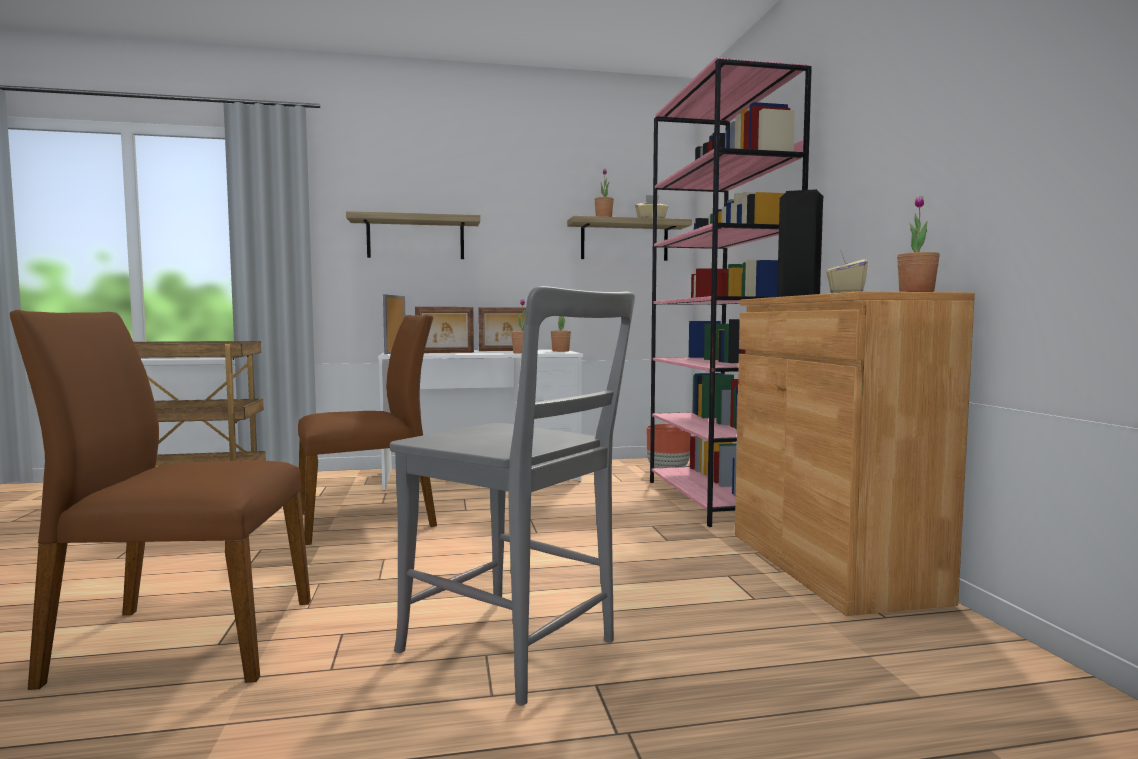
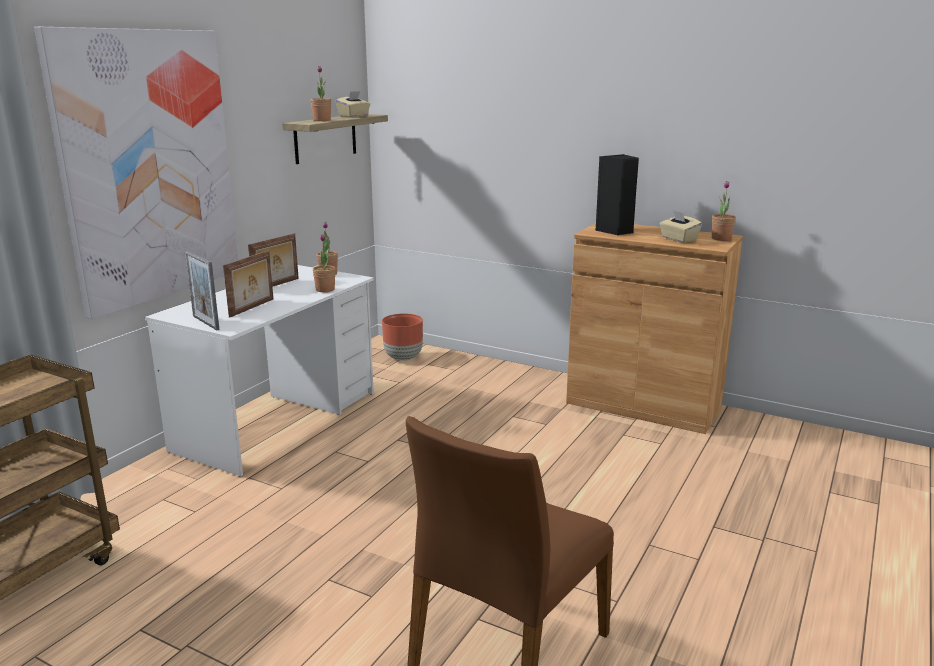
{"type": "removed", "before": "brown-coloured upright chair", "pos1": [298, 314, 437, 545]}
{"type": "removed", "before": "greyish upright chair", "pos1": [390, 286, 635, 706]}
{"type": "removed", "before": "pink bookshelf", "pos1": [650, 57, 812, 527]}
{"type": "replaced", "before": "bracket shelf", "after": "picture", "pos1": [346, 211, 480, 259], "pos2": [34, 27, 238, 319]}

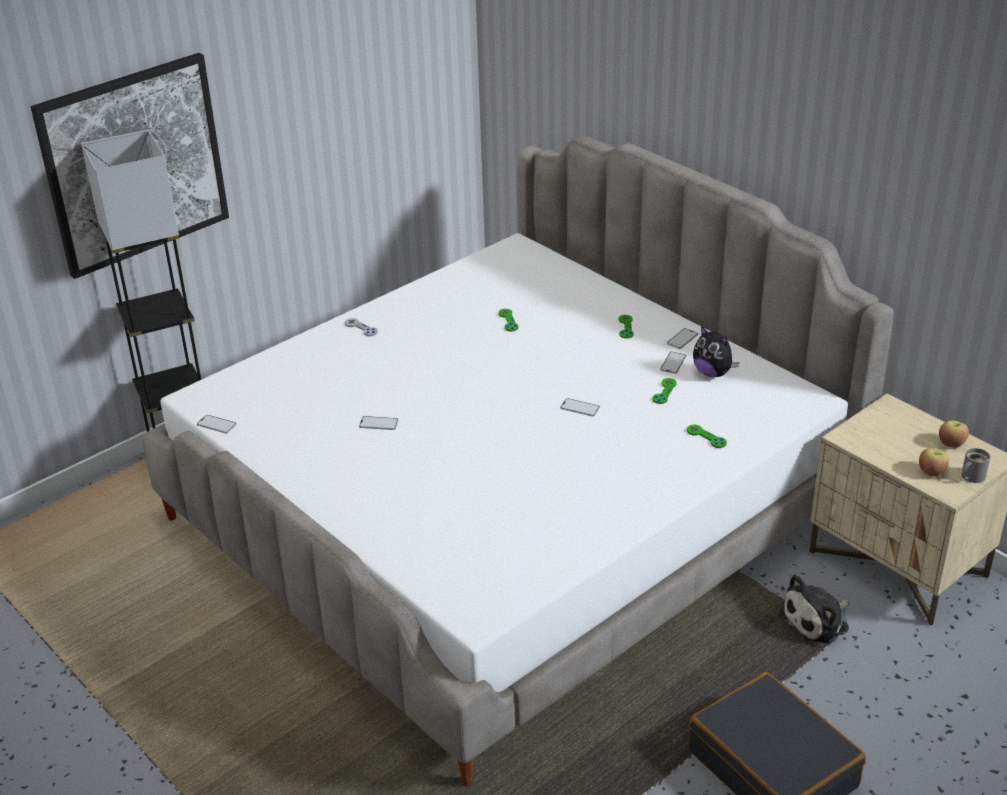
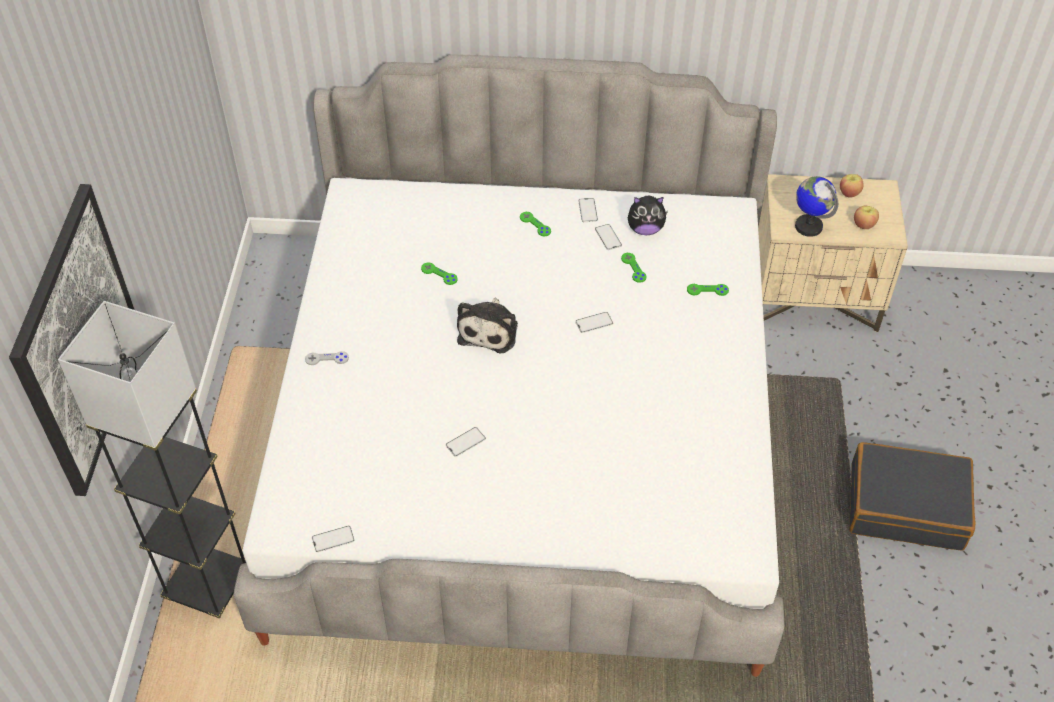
{"type": "removed", "before": "greyish tea mug", "pos1": [962, 448, 990, 483]}
{"type": "added", "after": "desk globe", "pos2": [795, 176, 838, 237]}
{"type": "moved", "before": "soft toy", "pos1": [779, 574, 849, 646], "pos2": [457, 298, 518, 353]}

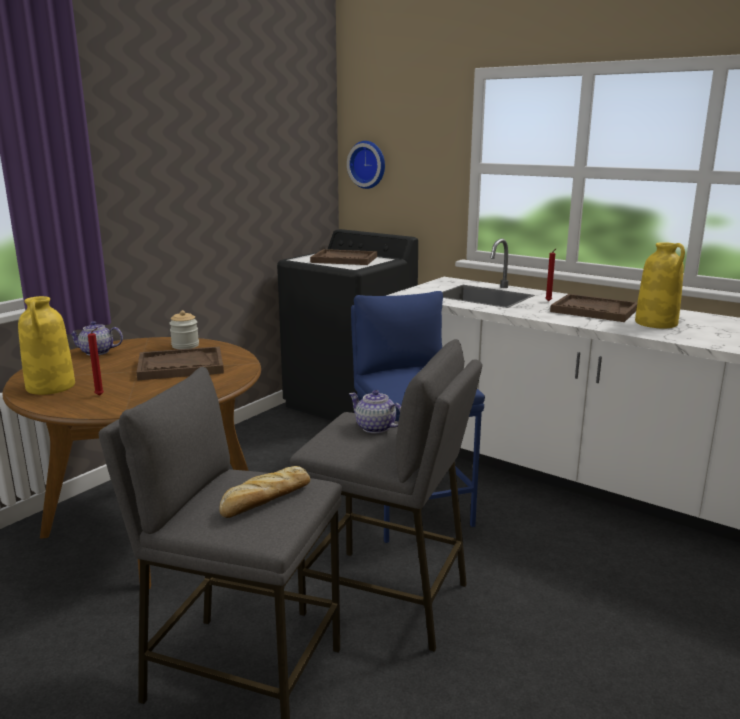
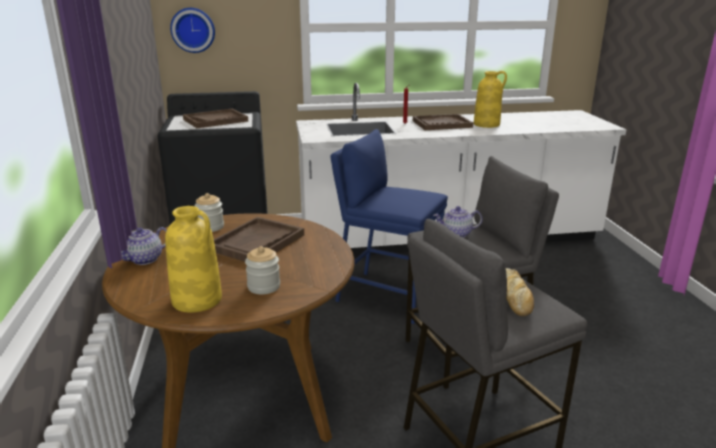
{"type": "replaced", "before": "red-coloured wax candle", "after": "jar", "pos1": [88, 327, 104, 396], "pos2": [245, 246, 280, 294]}

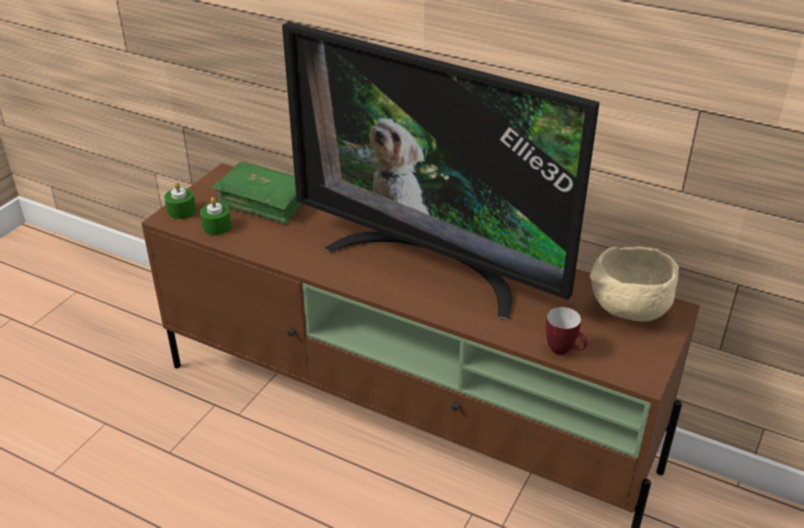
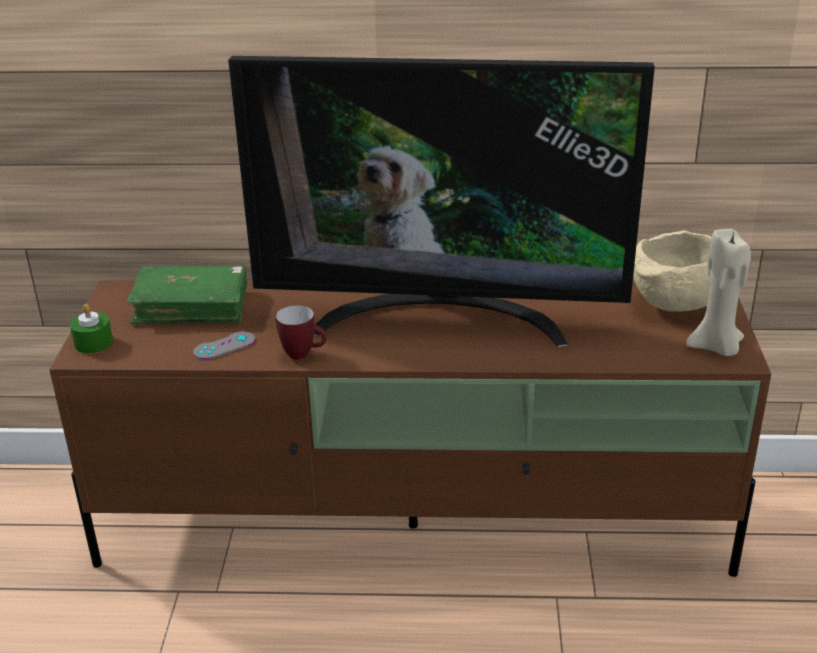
{"type": "removed", "before": "green wax candle", "pos1": [200, 197, 232, 235]}
{"type": "added", "after": "greyish joypad", "pos2": [193, 331, 255, 360]}
{"type": "added", "after": "beige wax candle", "pos2": [686, 229, 751, 356]}
{"type": "moved", "before": "tea mug", "pos1": [546, 307, 587, 355], "pos2": [276, 305, 327, 360]}

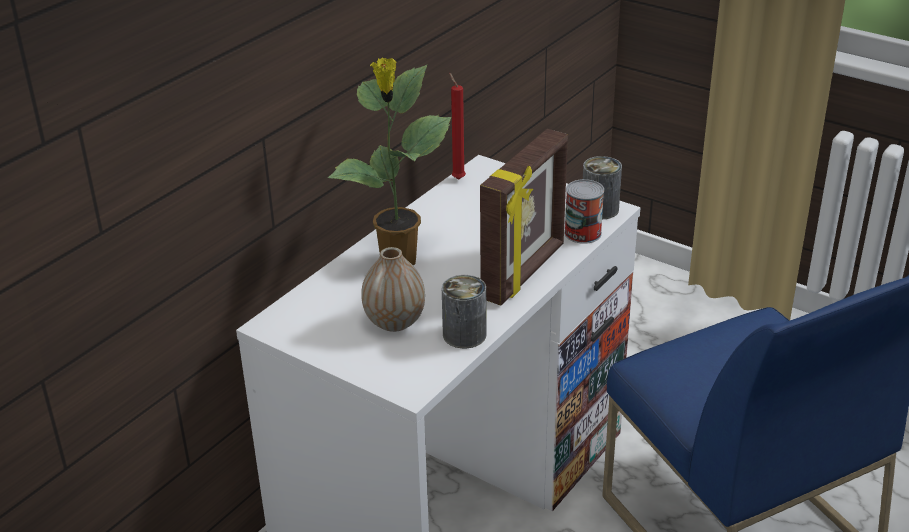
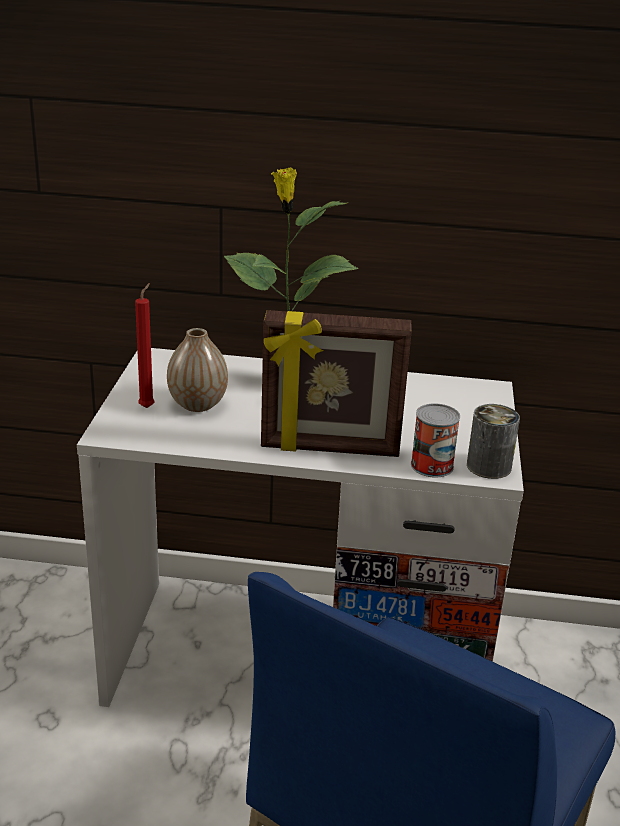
{"type": "removed", "before": "can", "pos1": [442, 275, 486, 348]}
{"type": "moved", "before": "red-coloured wax candle", "pos1": [449, 73, 466, 179], "pos2": [135, 283, 154, 408]}

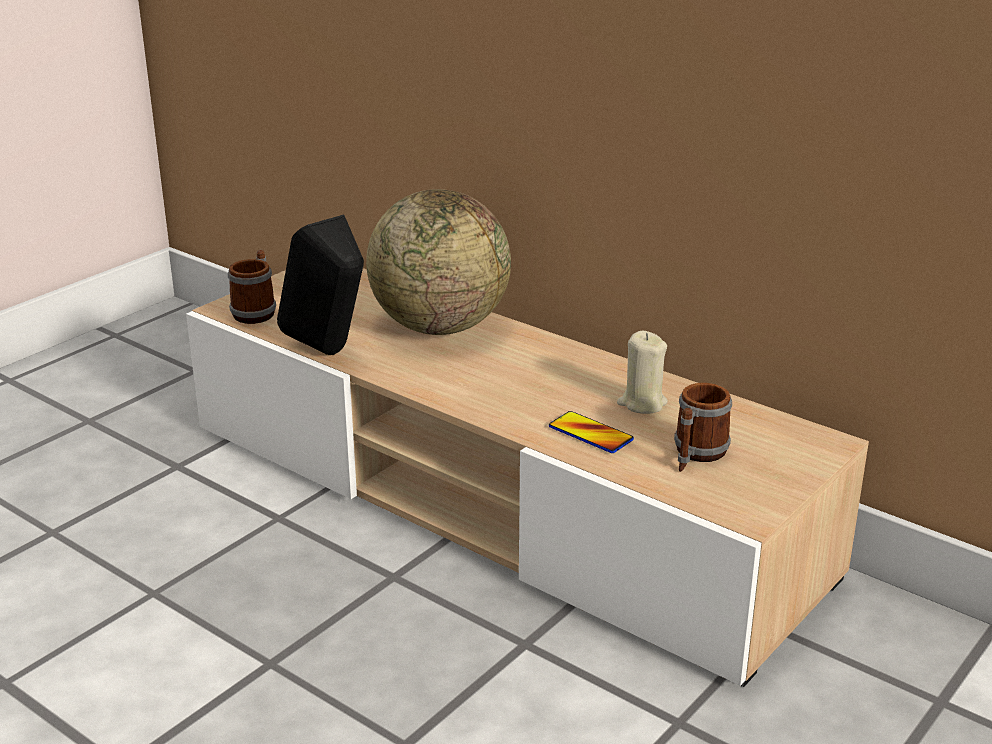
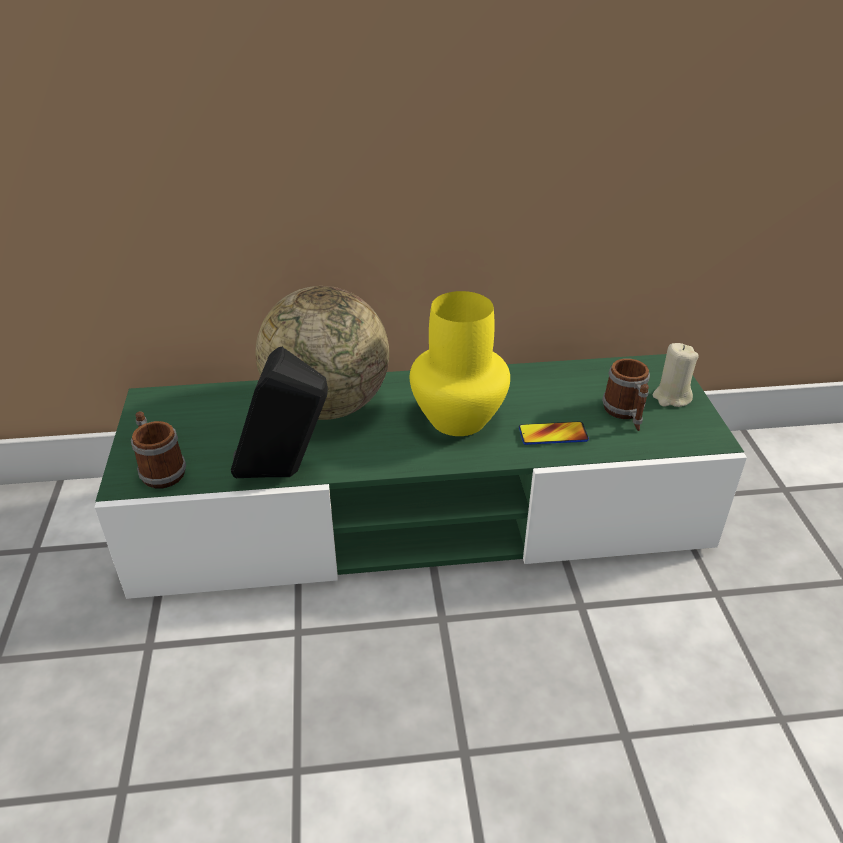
{"type": "added", "after": "yellowish flower vase", "pos2": [410, 291, 510, 436]}
{"type": "moved", "before": "beige wax candle", "pos1": [617, 331, 668, 414], "pos2": [653, 343, 699, 407]}
{"type": "recoloured", "before": "beige tv unit", "after": "green tv unit", "pos1": [186, 268, 869, 687], "pos2": [94, 354, 747, 599]}

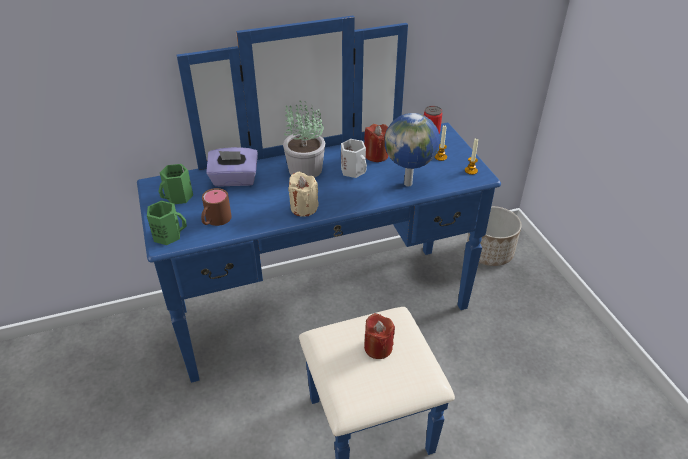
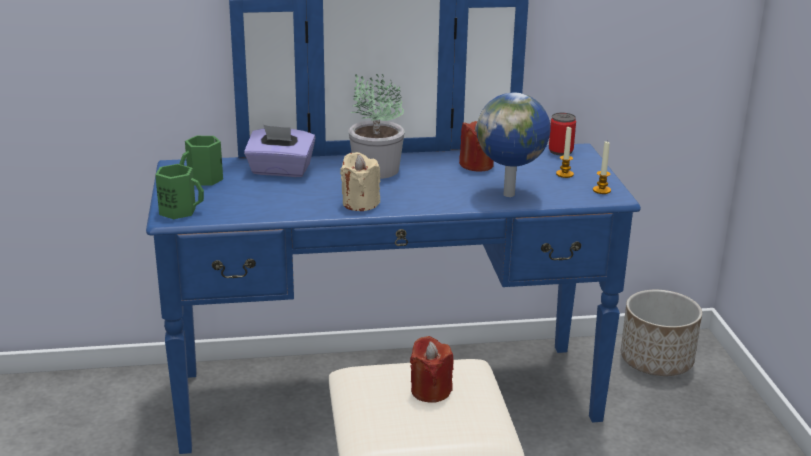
{"type": "removed", "before": "brown-coloured tea mug", "pos1": [201, 188, 232, 226]}
{"type": "removed", "before": "white tea mug", "pos1": [341, 139, 367, 178]}

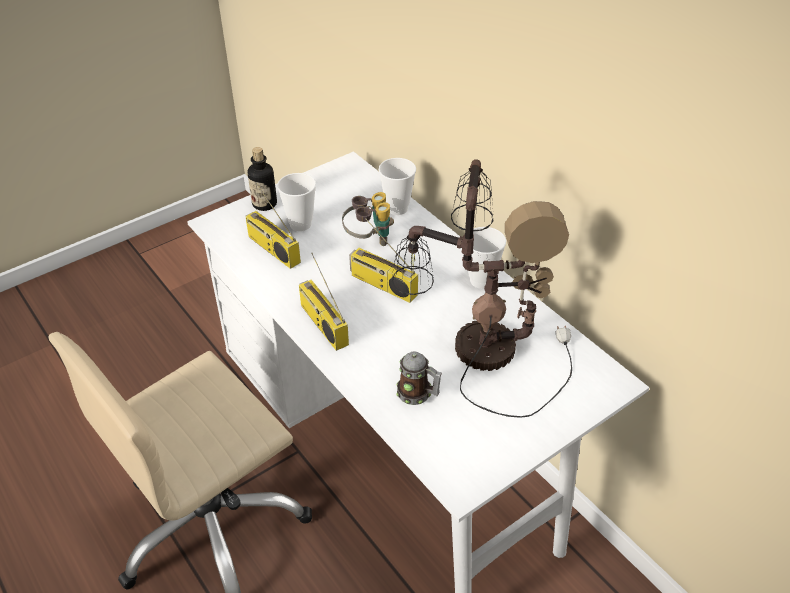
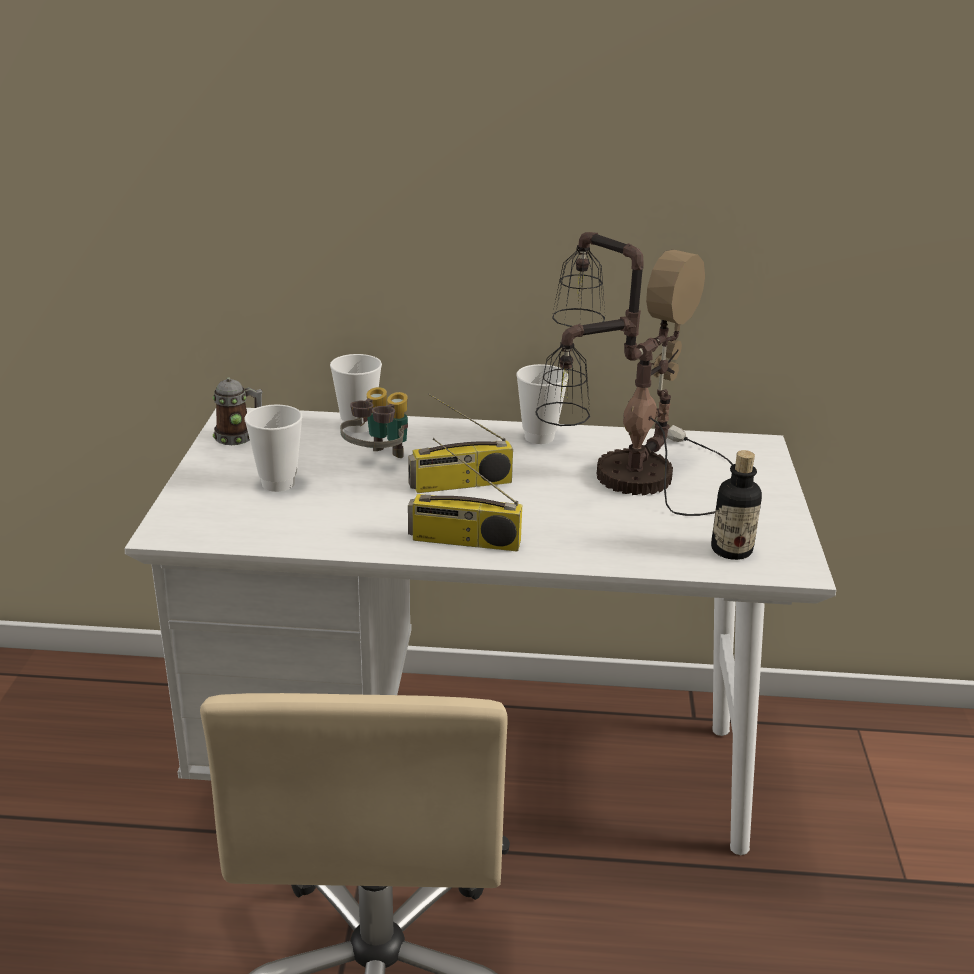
{"type": "removed", "before": "radio receiver", "pos1": [245, 182, 301, 269]}
{"type": "moved", "before": "drink bottle", "pos1": [248, 147, 277, 211], "pos2": [711, 450, 762, 560]}
{"type": "moved", "before": "tea mug", "pos1": [396, 351, 442, 405], "pos2": [213, 377, 263, 445]}

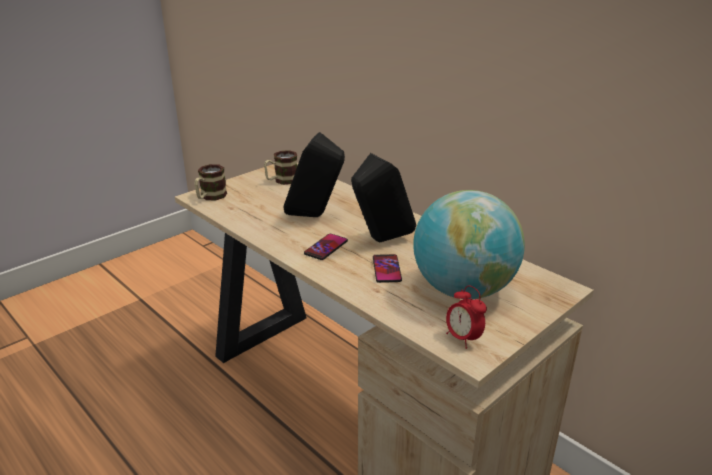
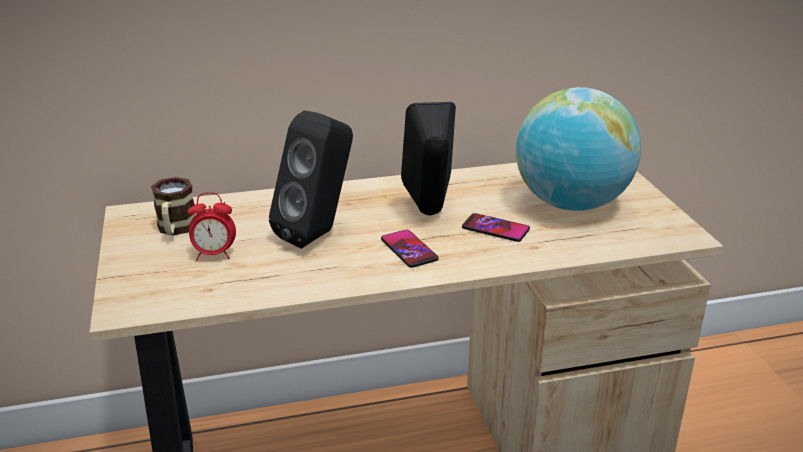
{"type": "removed", "before": "tea mug", "pos1": [194, 164, 227, 201]}
{"type": "moved", "before": "alarm clock", "pos1": [446, 285, 487, 349], "pos2": [188, 192, 236, 260]}

